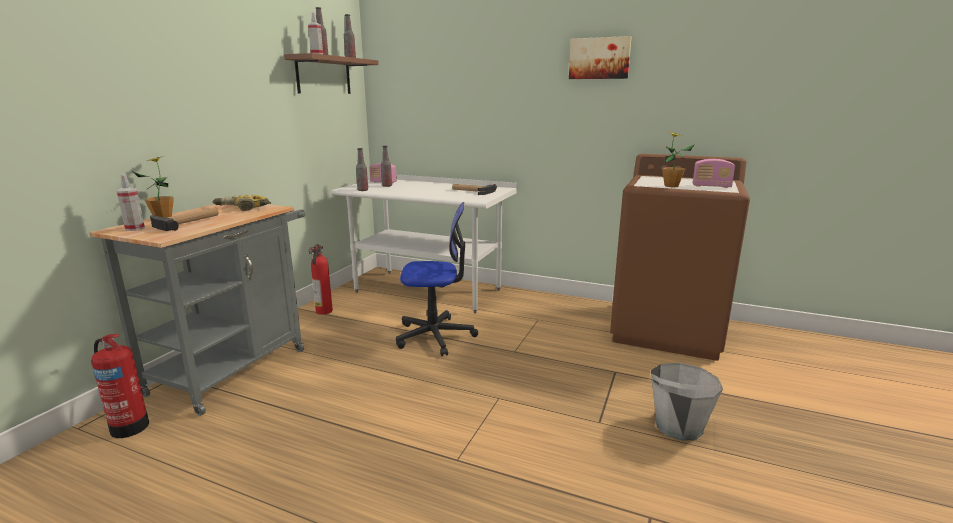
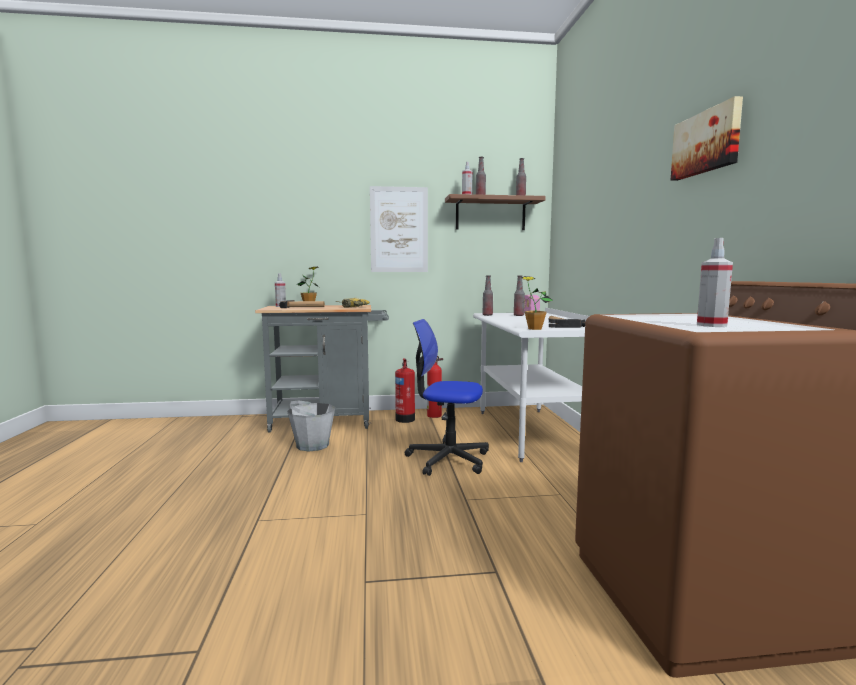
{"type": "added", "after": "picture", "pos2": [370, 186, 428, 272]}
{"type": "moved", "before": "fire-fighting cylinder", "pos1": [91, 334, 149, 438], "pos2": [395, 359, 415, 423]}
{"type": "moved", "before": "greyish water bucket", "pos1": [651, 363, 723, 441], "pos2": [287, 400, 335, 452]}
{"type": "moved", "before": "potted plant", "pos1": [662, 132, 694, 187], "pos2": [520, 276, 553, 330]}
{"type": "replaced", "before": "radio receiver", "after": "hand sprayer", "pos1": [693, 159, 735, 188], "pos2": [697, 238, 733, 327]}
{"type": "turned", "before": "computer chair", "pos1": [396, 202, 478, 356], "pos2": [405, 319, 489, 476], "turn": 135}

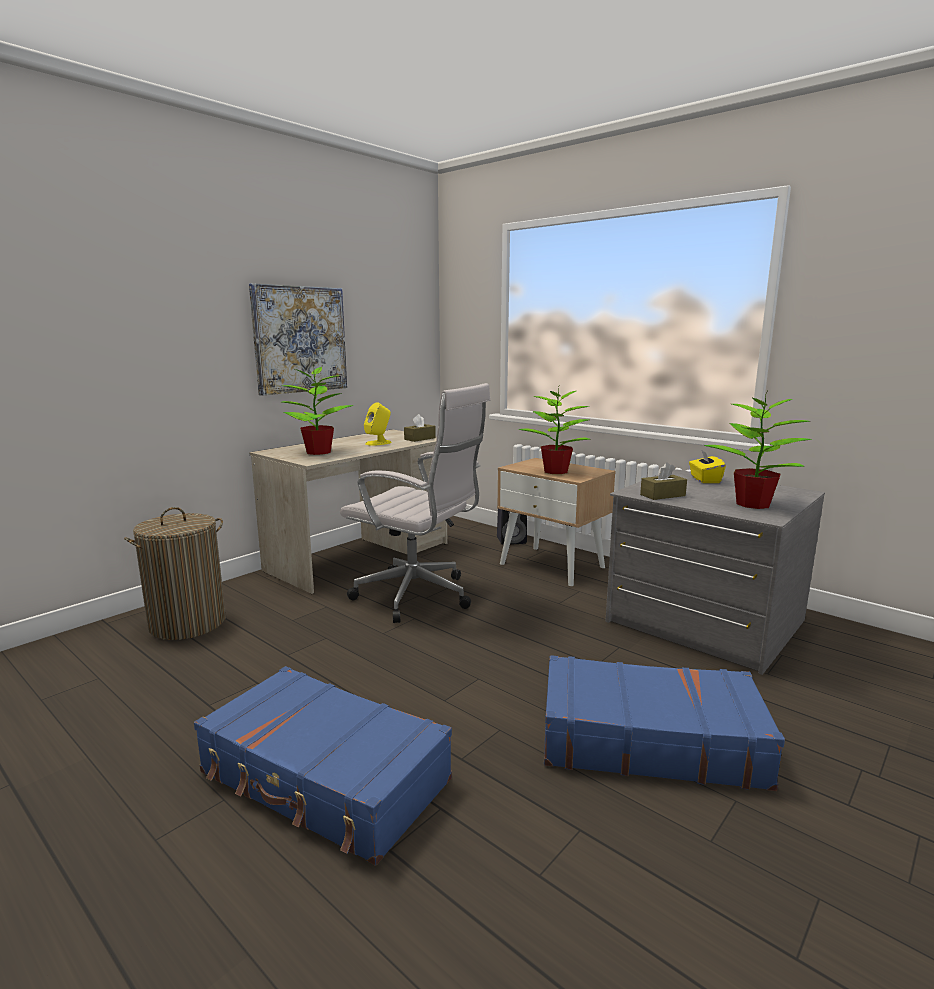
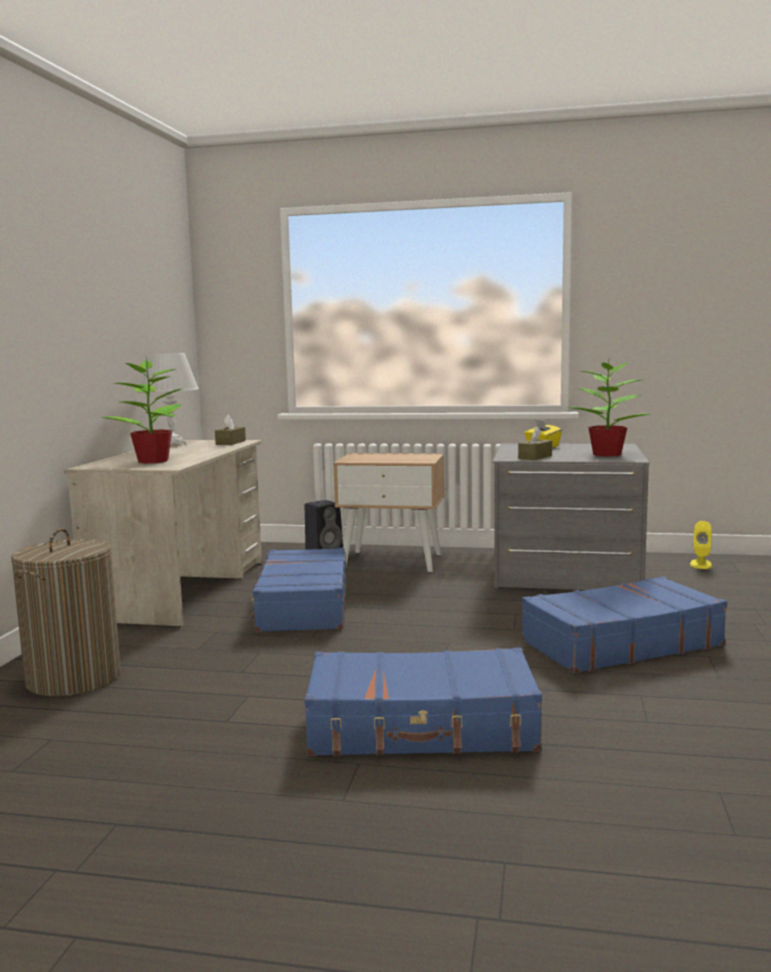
{"type": "removed", "before": "picture", "pos1": [249, 283, 347, 396]}
{"type": "removed", "before": "potted plant", "pos1": [519, 387, 591, 474]}
{"type": "added", "after": "white lamp for a table", "pos2": [141, 353, 199, 446]}
{"type": "moved", "before": "yellowish audio speaker", "pos1": [364, 402, 392, 446], "pos2": [690, 521, 712, 569]}
{"type": "replaced", "before": "white computer chair", "after": "blue-coloured suitcase", "pos1": [340, 383, 490, 623], "pos2": [249, 548, 346, 632]}

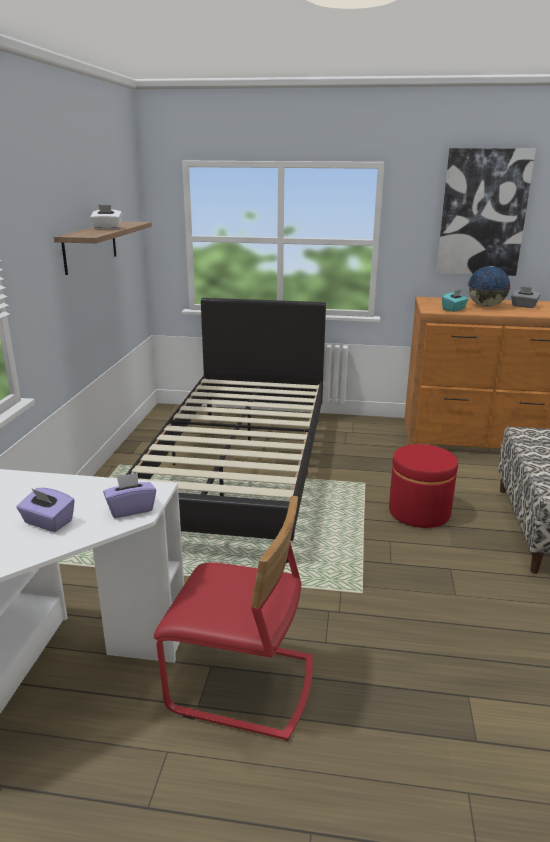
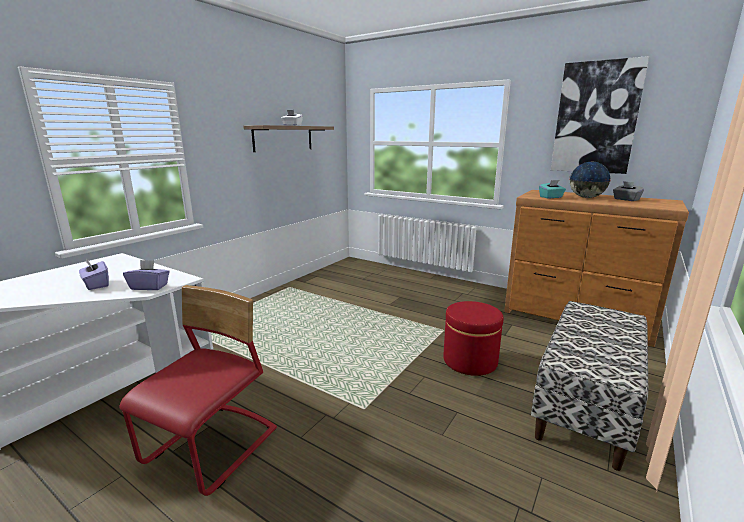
{"type": "removed", "before": "blackish bedroom bed", "pos1": [126, 298, 326, 563]}
{"type": "turned", "before": "red-coloured upright chair", "pos1": [154, 496, 313, 741], "pos2": [120, 285, 277, 496], "turn": -105}

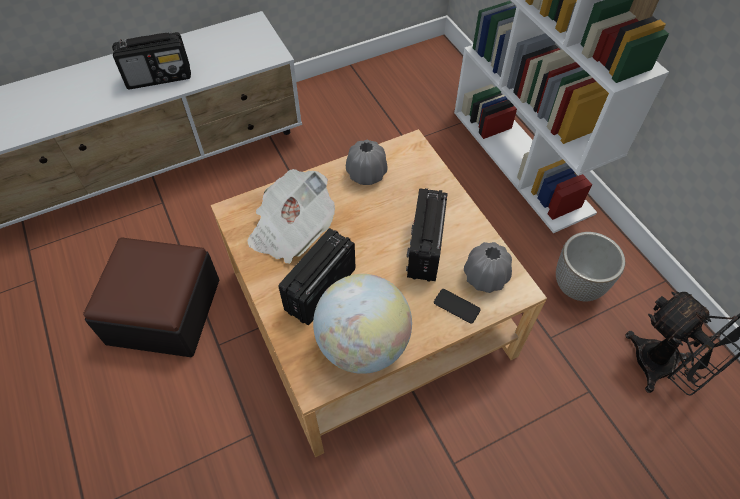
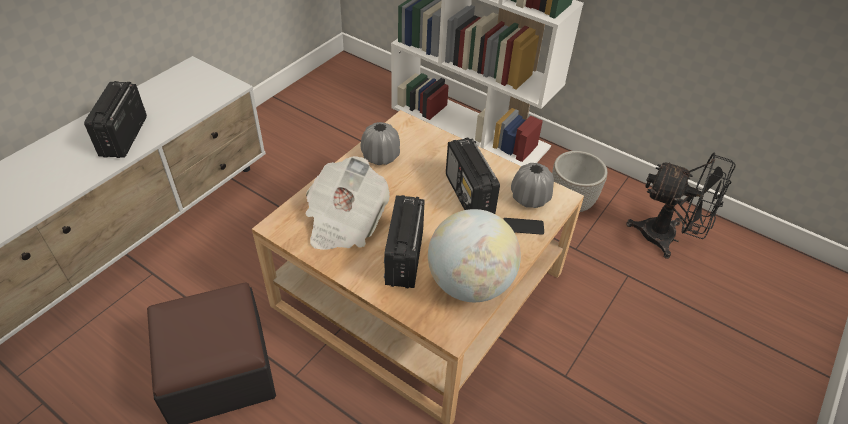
{"type": "turned", "before": "radio receiver", "pos1": [112, 32, 191, 89], "pos2": [84, 81, 147, 158], "turn": 135}

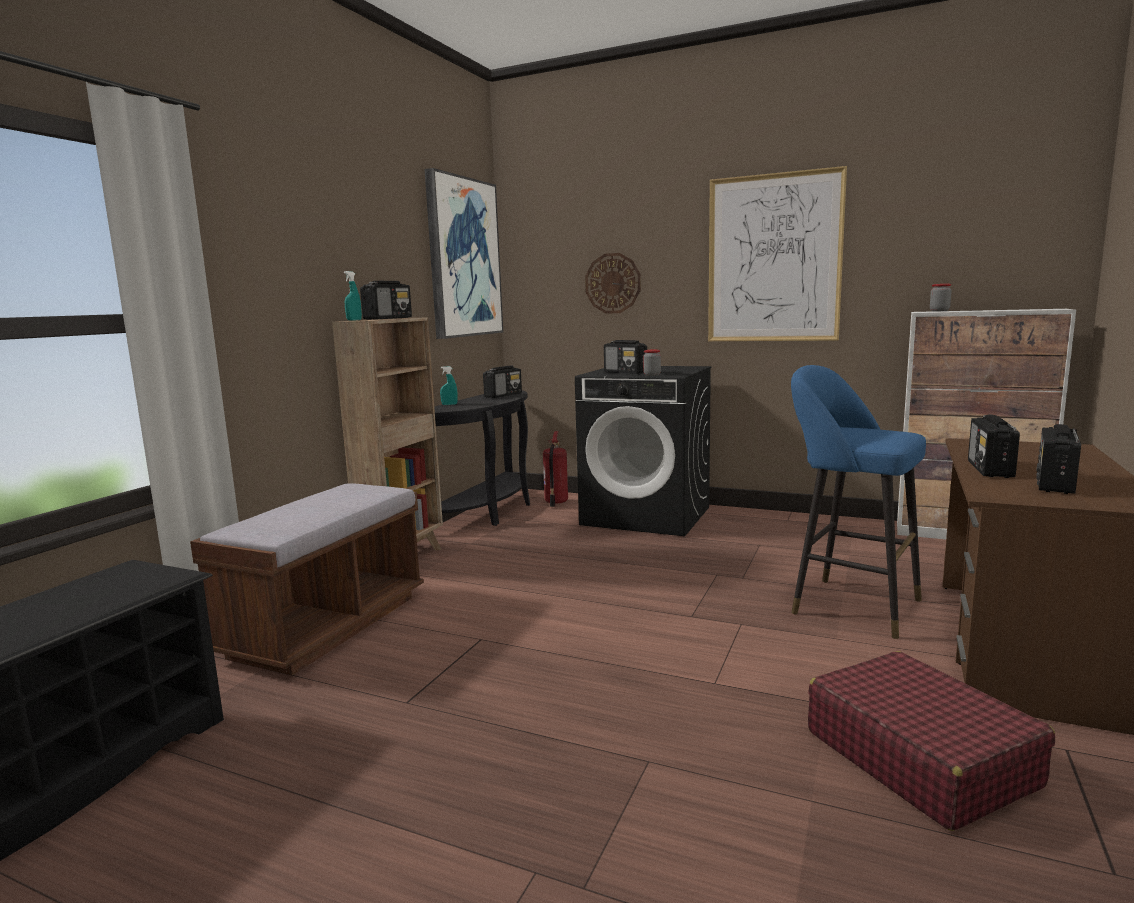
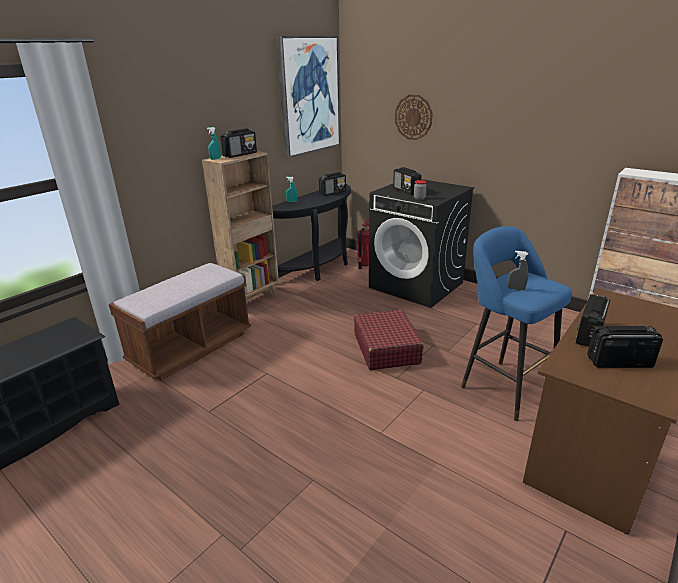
{"type": "removed", "before": "picture", "pos1": [708, 166, 847, 341]}
{"type": "removed", "before": "jar", "pos1": [930, 284, 952, 311]}
{"type": "added", "after": "greyish hand sprayer", "pos2": [508, 251, 529, 291]}
{"type": "moved", "before": "red-coloured suitcase", "pos1": [808, 651, 1055, 831], "pos2": [354, 310, 424, 370]}
{"type": "turned", "before": "radio receiver", "pos1": [1036, 424, 1081, 494], "pos2": [587, 326, 663, 368], "turn": 45}

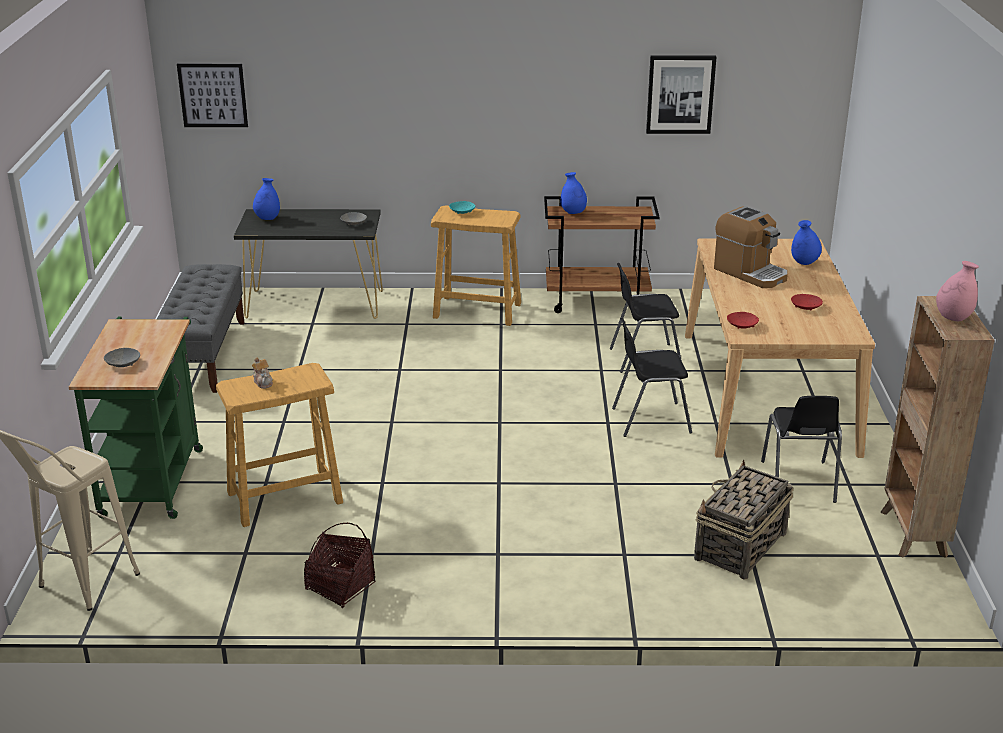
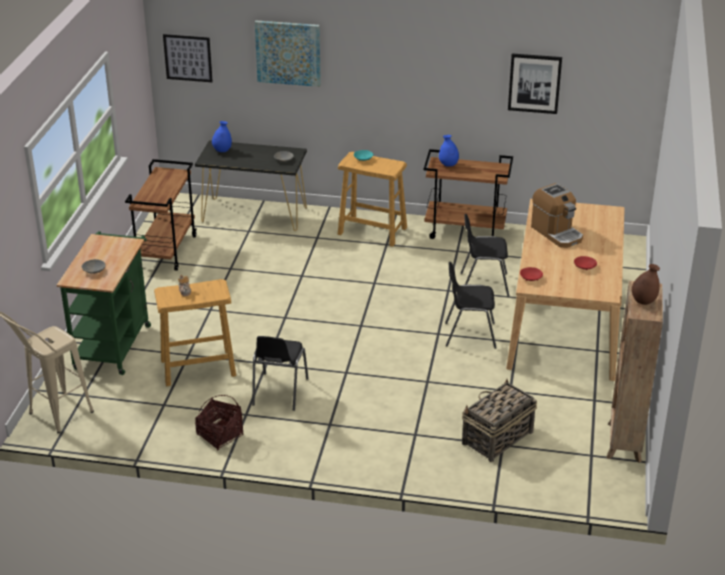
{"type": "removed", "before": "blue-coloured flower vase", "pos1": [791, 220, 822, 265]}
{"type": "added", "after": "picture", "pos2": [255, 21, 321, 87]}
{"type": "moved", "before": "blackish upright chair", "pos1": [761, 396, 842, 503], "pos2": [252, 336, 309, 411]}
{"type": "replaced", "before": "greyish bench", "after": "brown-coloured wheeled cart", "pos1": [157, 264, 244, 393], "pos2": [125, 159, 196, 271]}
{"type": "recoloured", "before": "pink flower vase", "after": "brown-coloured flower vase", "pos1": [936, 261, 979, 321], "pos2": [632, 264, 660, 305]}

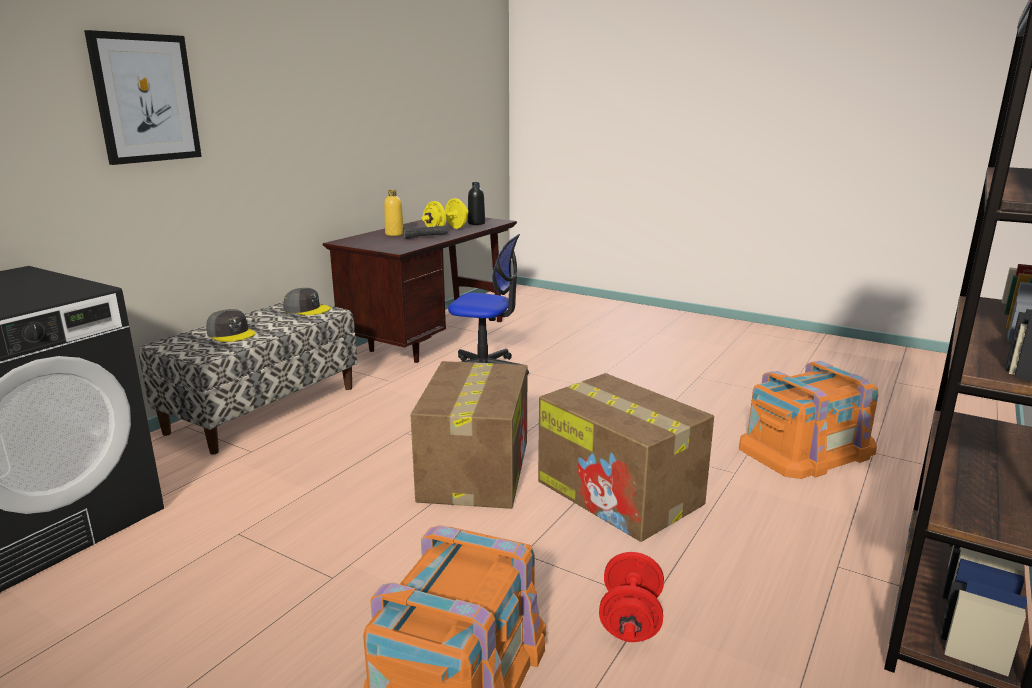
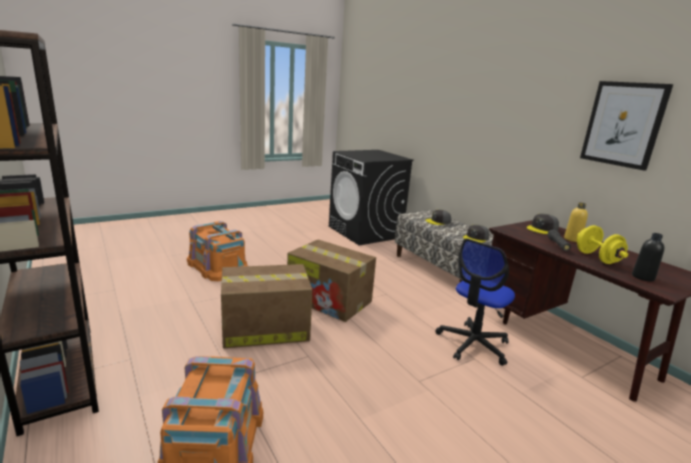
{"type": "removed", "before": "red-coloured hand weight", "pos1": [599, 552, 664, 642]}
{"type": "added", "after": "greyish peaked cap", "pos2": [527, 213, 559, 234]}
{"type": "moved", "before": "picture", "pos1": [84, 30, 202, 165], "pos2": [580, 81, 673, 171]}

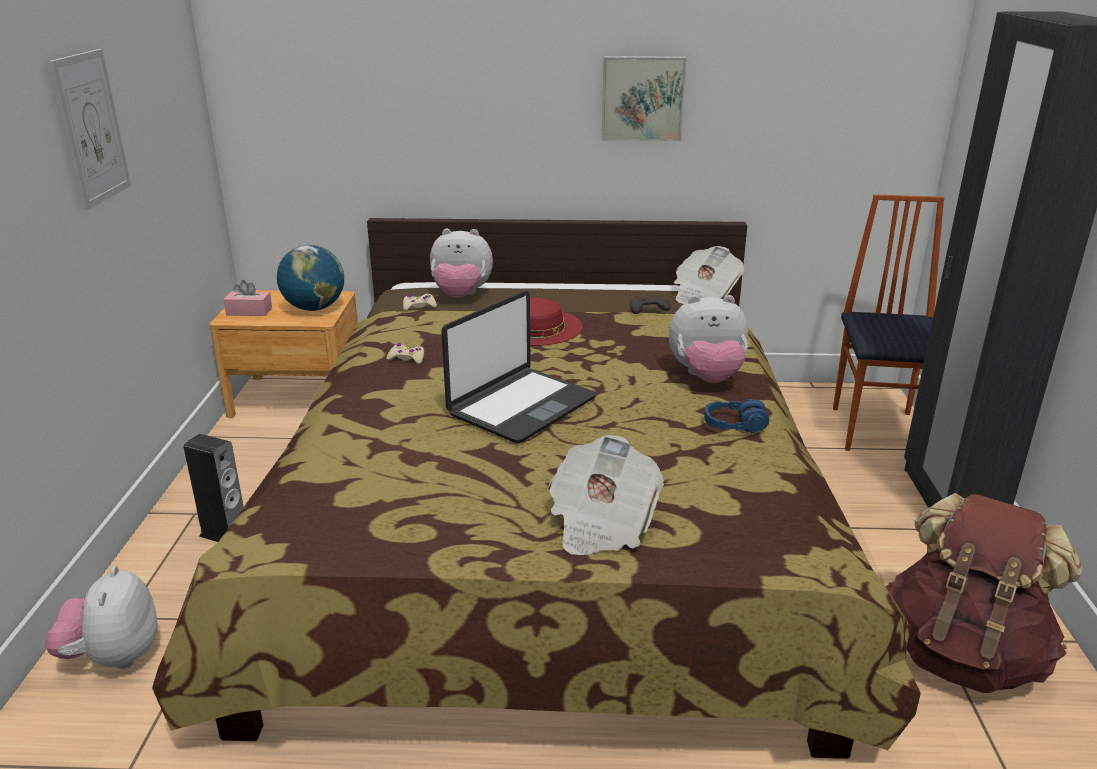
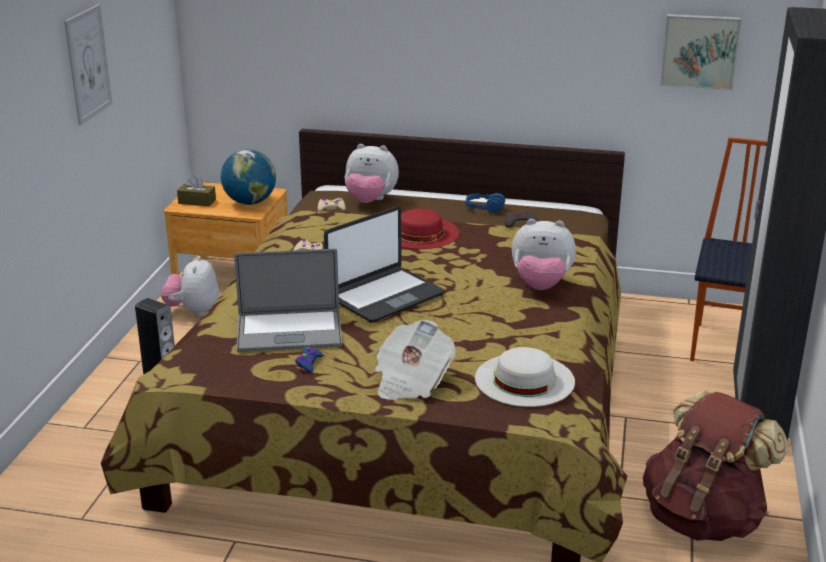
{"type": "removed", "before": "printed paper", "pos1": [674, 246, 744, 304]}
{"type": "added", "after": "notebook computer", "pos2": [234, 249, 342, 352]}
{"type": "added", "after": "blue-coloured joypad", "pos2": [295, 346, 323, 373]}
{"type": "added", "after": "white clothing hat", "pos2": [475, 347, 575, 407]}
{"type": "moved", "before": "soft toy", "pos1": [45, 566, 157, 669], "pos2": [161, 256, 219, 316]}
{"type": "moved", "before": "picture", "pos1": [602, 56, 687, 141], "pos2": [660, 14, 741, 90]}
{"type": "moved", "before": "blue-coloured headset", "pos1": [704, 399, 769, 433], "pos2": [466, 193, 505, 213]}
{"type": "recoloured", "before": "pink tissue holder", "after": "brown-coloured tissue holder", "pos1": [223, 280, 272, 316], "pos2": [177, 175, 216, 206]}

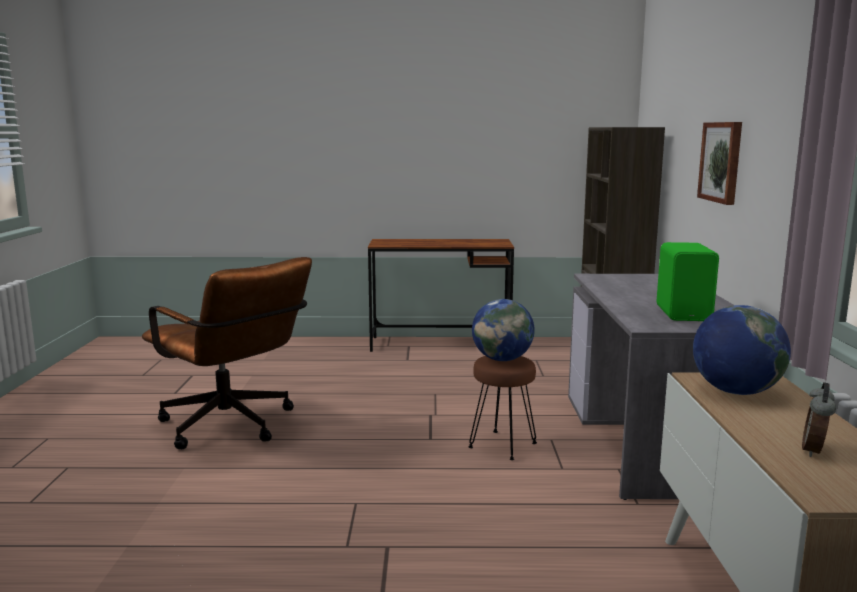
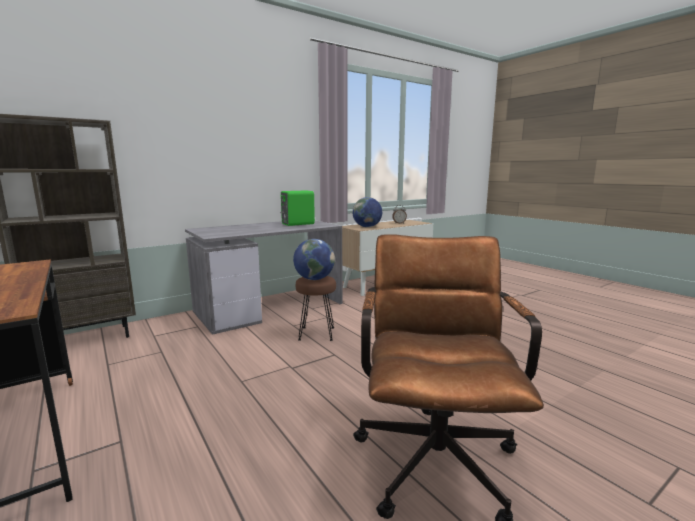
{"type": "removed", "before": "picture", "pos1": [697, 122, 742, 205]}

